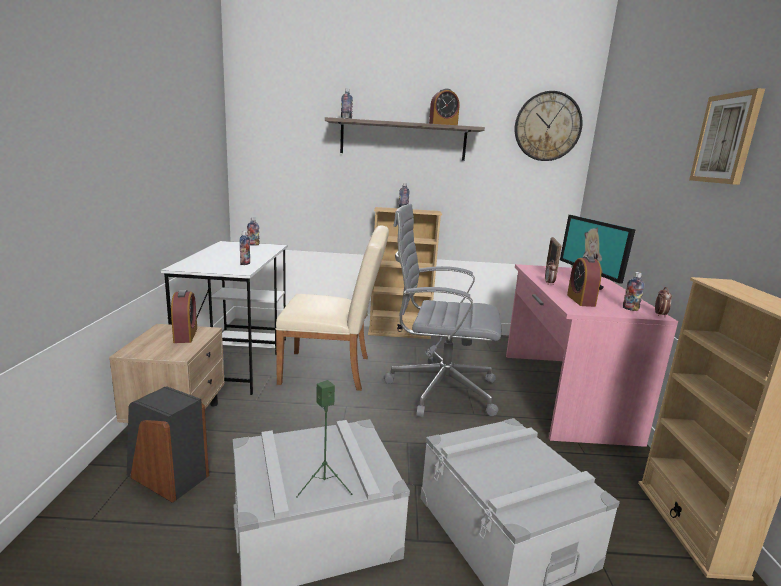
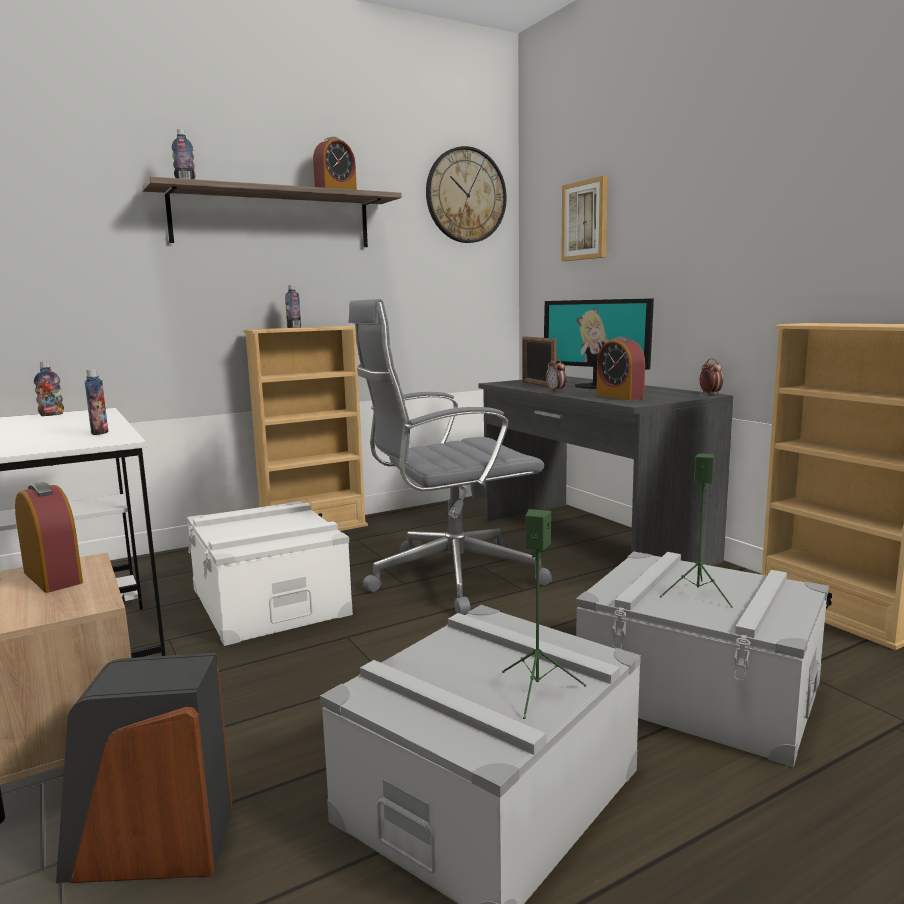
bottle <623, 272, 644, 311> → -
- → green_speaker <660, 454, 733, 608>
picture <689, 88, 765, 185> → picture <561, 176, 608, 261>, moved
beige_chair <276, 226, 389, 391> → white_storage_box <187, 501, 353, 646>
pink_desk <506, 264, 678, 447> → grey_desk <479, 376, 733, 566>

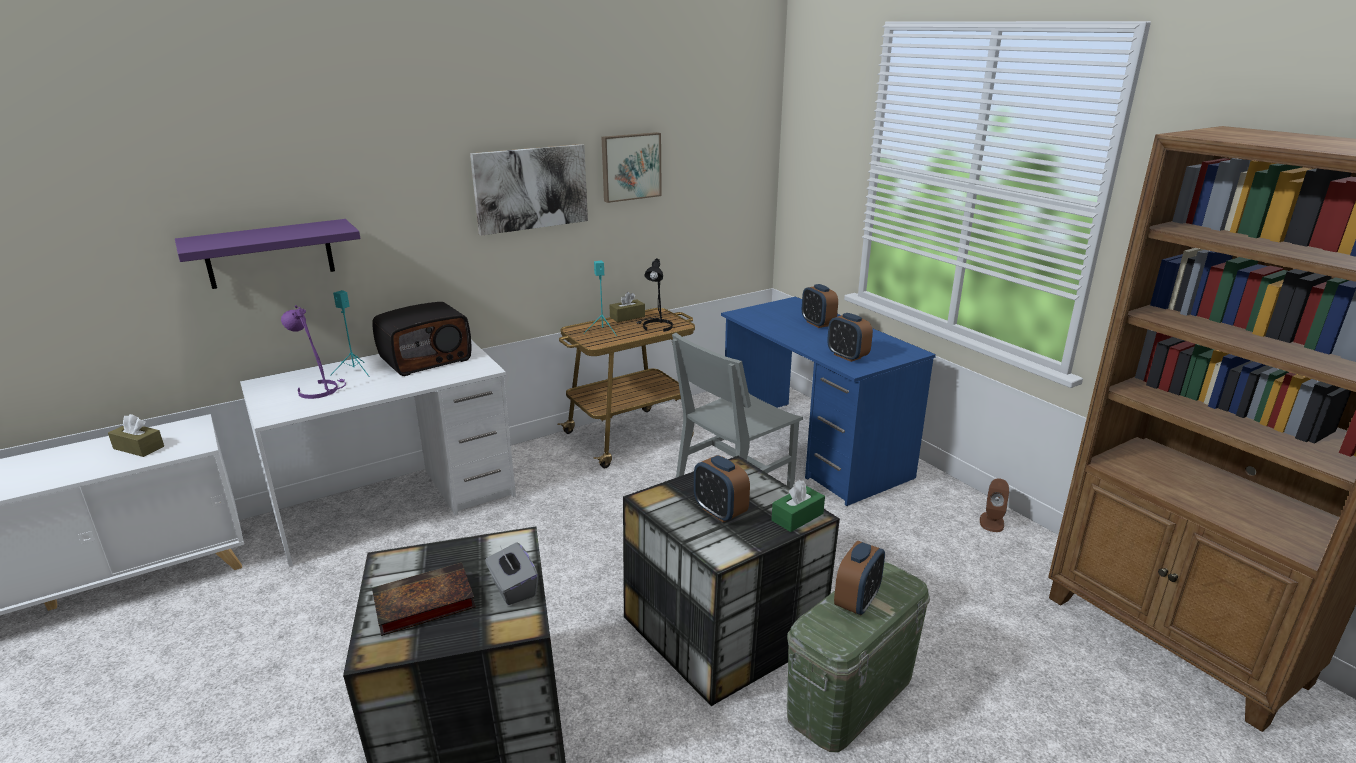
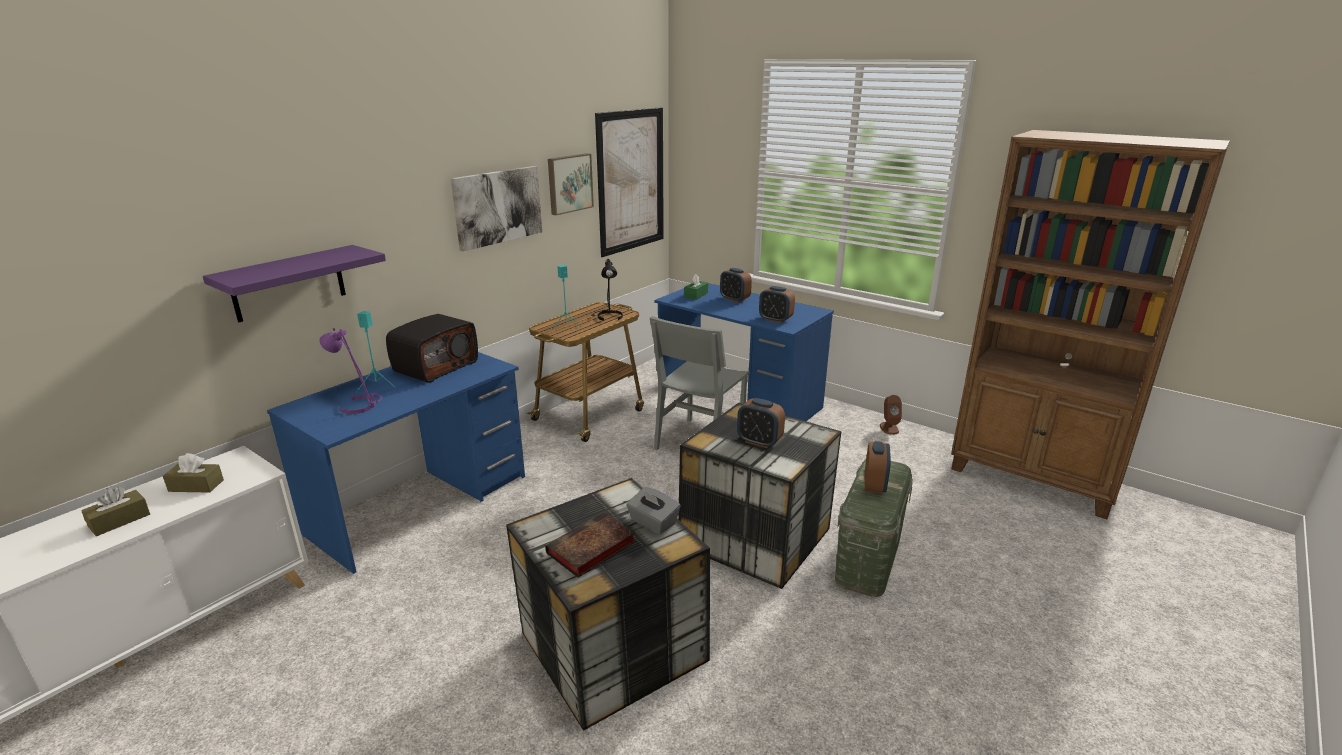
- → picture <595, 107, 664, 257>
brown_tissue_box <609, 292, 645, 322> → brown_tissue_box <81, 487, 150, 536>, moved
green_tissue_box <771, 480, 825, 532> → green_tissue_box <684, 274, 708, 300>, moved
white_desk <240, 340, 516, 567> → blue_desk <267, 352, 525, 574>

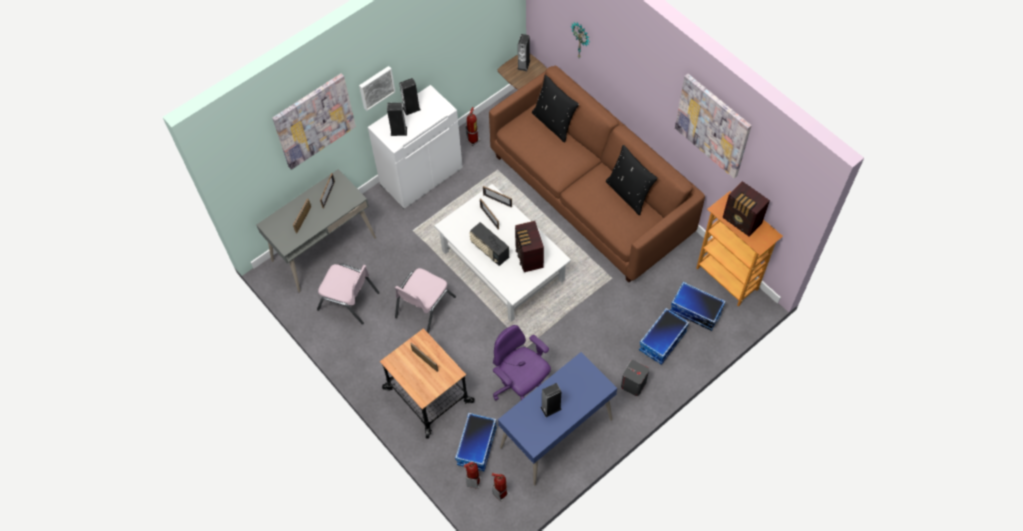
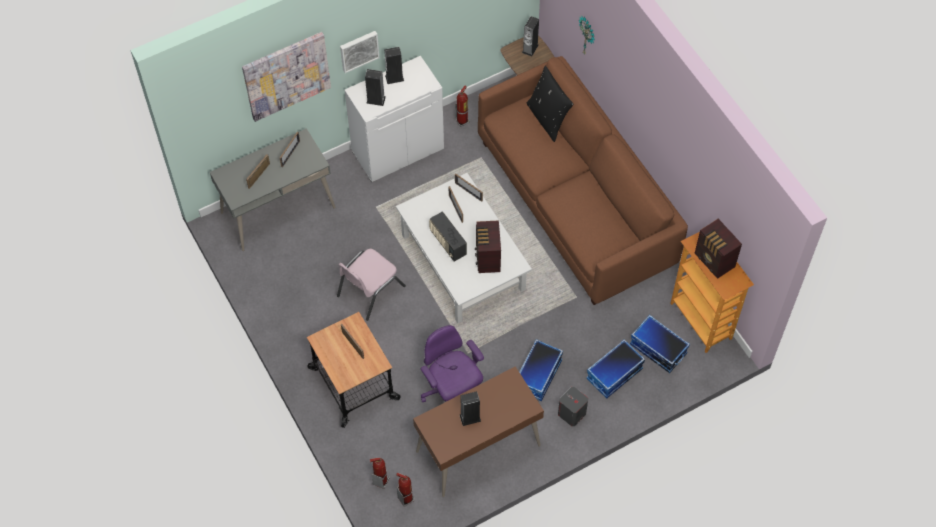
pink_chair <317, 263, 380, 325> → -
black_pillow <606, 145, 658, 215> → -
picture <675, 74, 752, 178> → -
storage_box <455, 413, 497, 471> → storage_box <519, 339, 563, 401>, moved
blue_desk <498, 352, 617, 486> → brown_desk <413, 366, 544, 497>

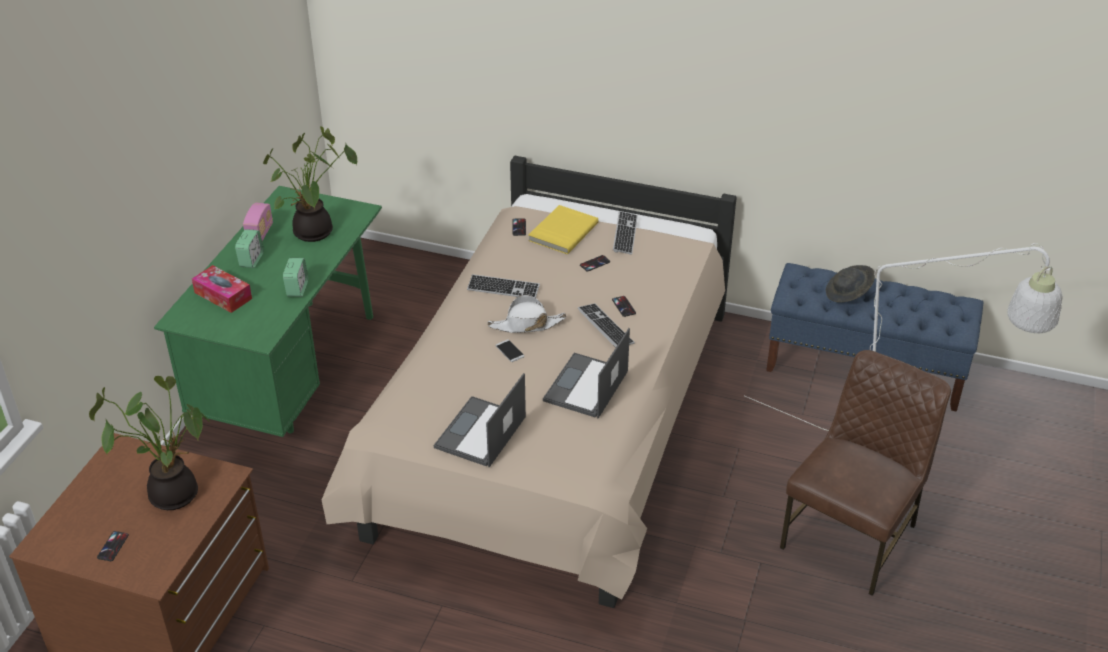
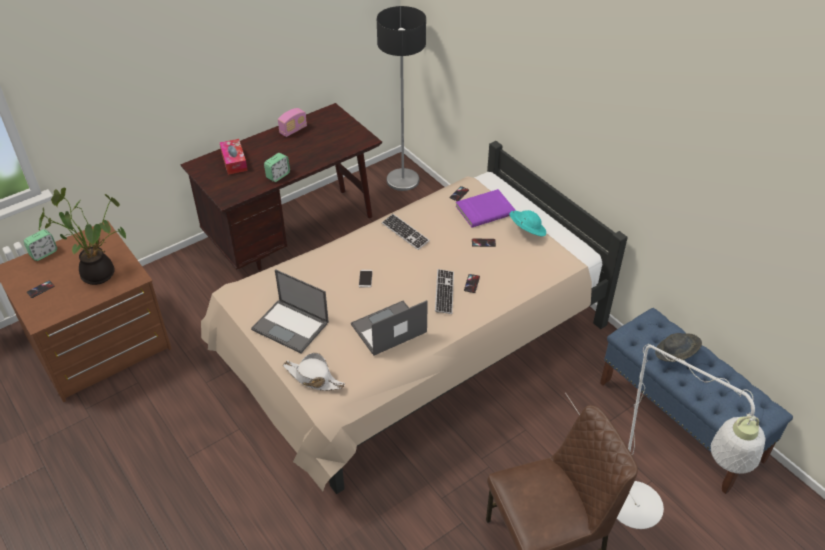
potted_plant <263, 126, 357, 242> → -
- → floor_lamp <377, 6, 426, 191>
alarm_clock <235, 229, 264, 268> → alarm_clock <24, 229, 57, 261>, moved
white_hat <488, 295, 566, 333> → white_hat <283, 353, 345, 391>, moved
keyboard <613, 211, 638, 255> → turquoise_hat <509, 210, 546, 237>
green_desk <154, 186, 382, 437> → brown_desk <180, 103, 382, 270>
yellow_book <528, 205, 599, 254> → purple_book <456, 189, 516, 228>
laptop <434, 373, 526, 467> → laptop <251, 269, 329, 353>, 120 degrees counterclockwise

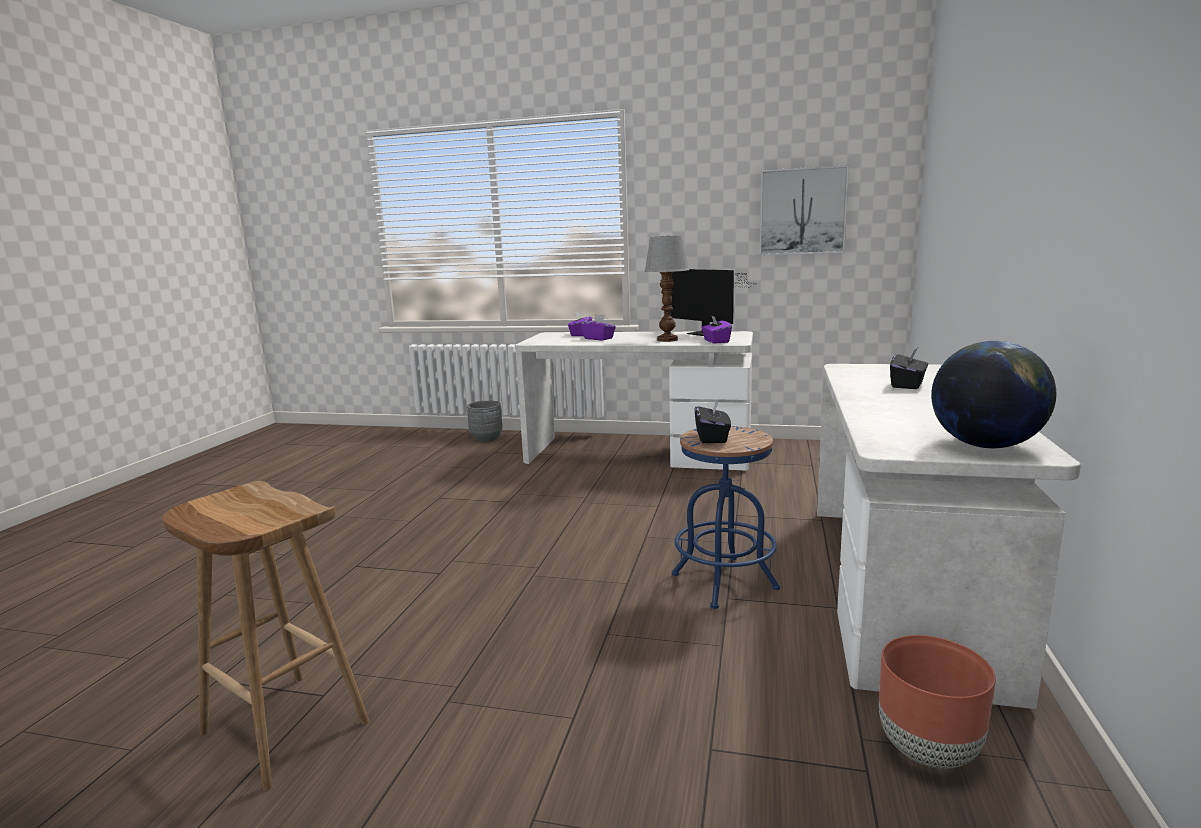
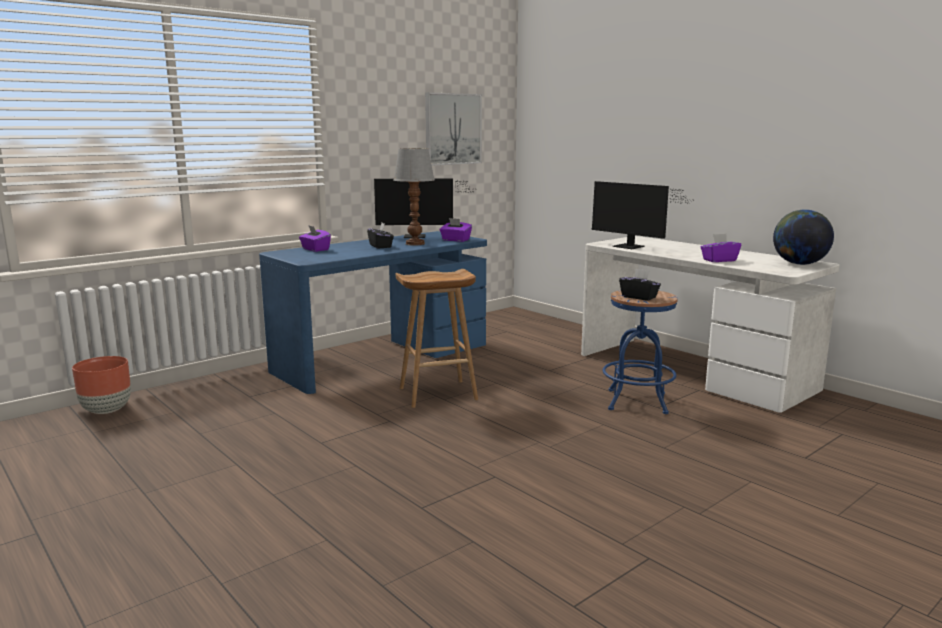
grey_planter <467, 401, 503, 441> → -
- → monitor <592, 181, 693, 249>
brown_stool <162, 481, 369, 791> → brown_stool <396, 269, 478, 408>, moved
purple_tissue_box <581, 314, 616, 340> → purple_tissue_box <701, 234, 741, 262>, moved
brown_planter <879, 635, 996, 769> → brown_planter <72, 356, 131, 414>, moved
black_tissue_box <890, 348, 928, 389> → black_tissue_box <367, 223, 394, 249>, moved
white_desk <515, 331, 753, 471> → blue_desk <259, 231, 487, 394>

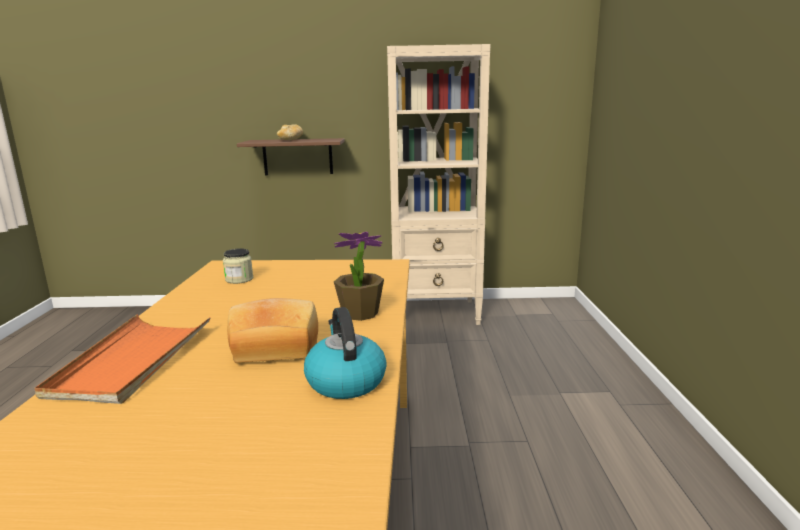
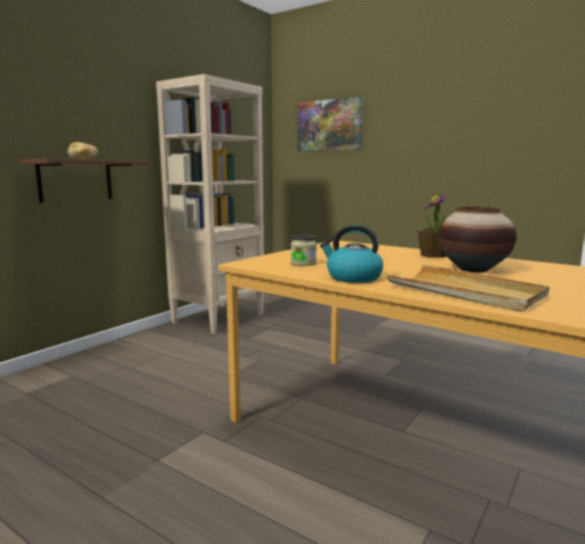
- → picture <298, 97, 363, 151>
kettle <304, 307, 387, 399> → kettle <320, 225, 383, 283>, moved
bread <227, 298, 318, 363> → vase <438, 207, 517, 273>
orange_tray <34, 314, 211, 404> → beige_tray <387, 265, 549, 312>

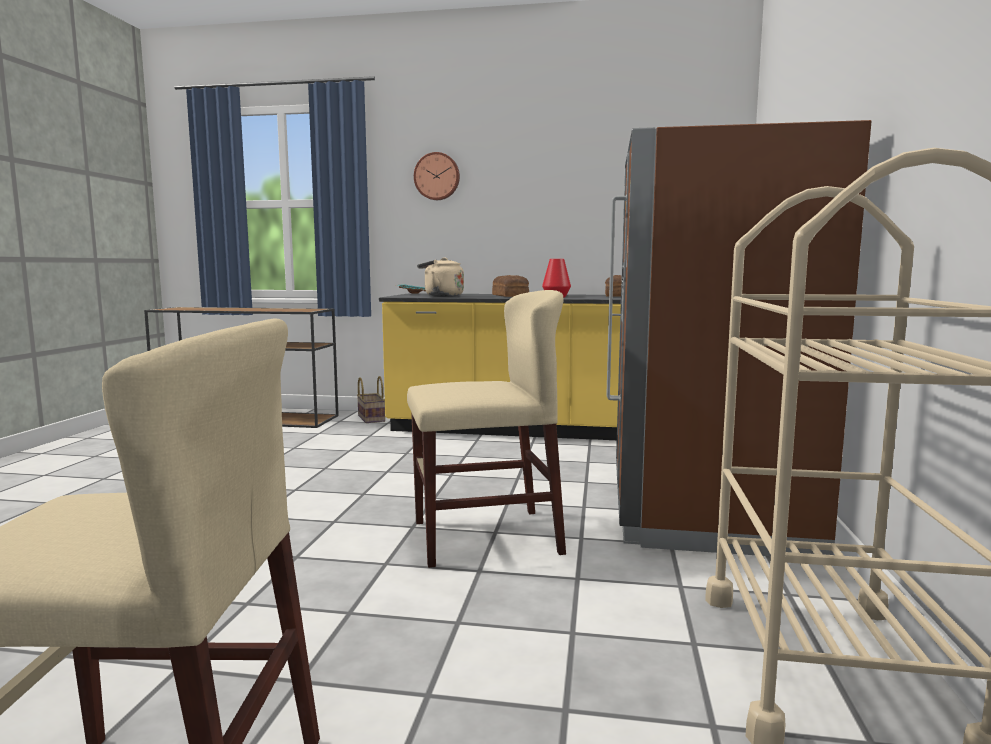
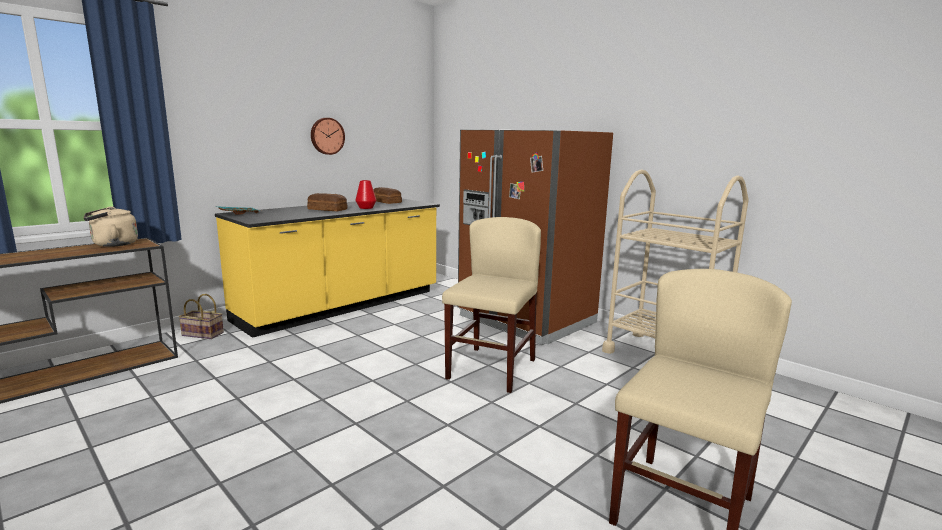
wall_clock <414, 152, 460, 200> → wall_clock <311, 118, 345, 155>, moved
beige_kettle <417, 257, 464, 297> → beige_kettle <84, 206, 138, 247>, moved

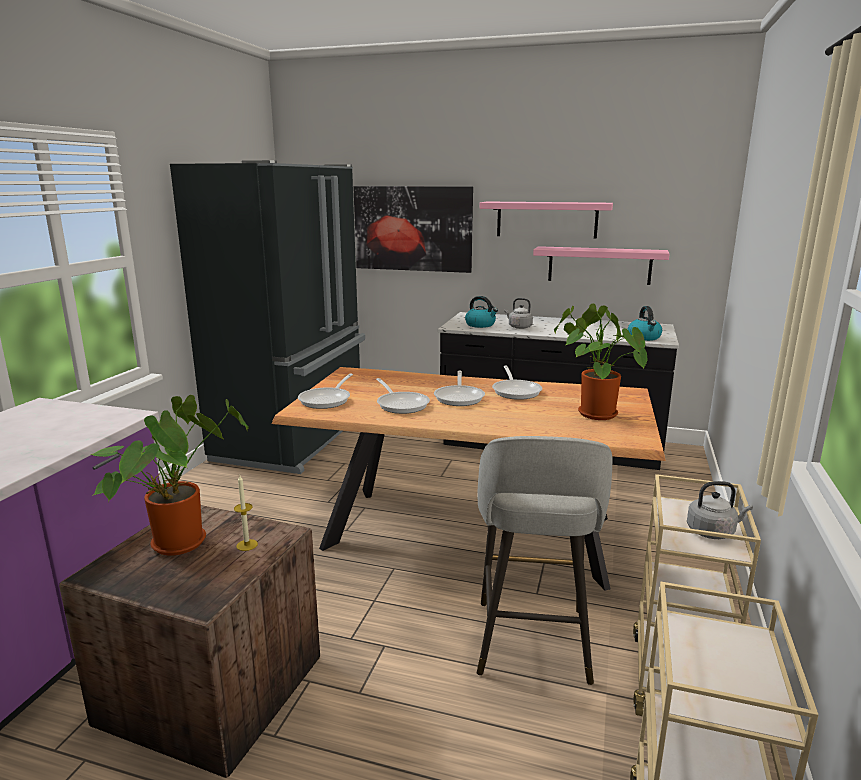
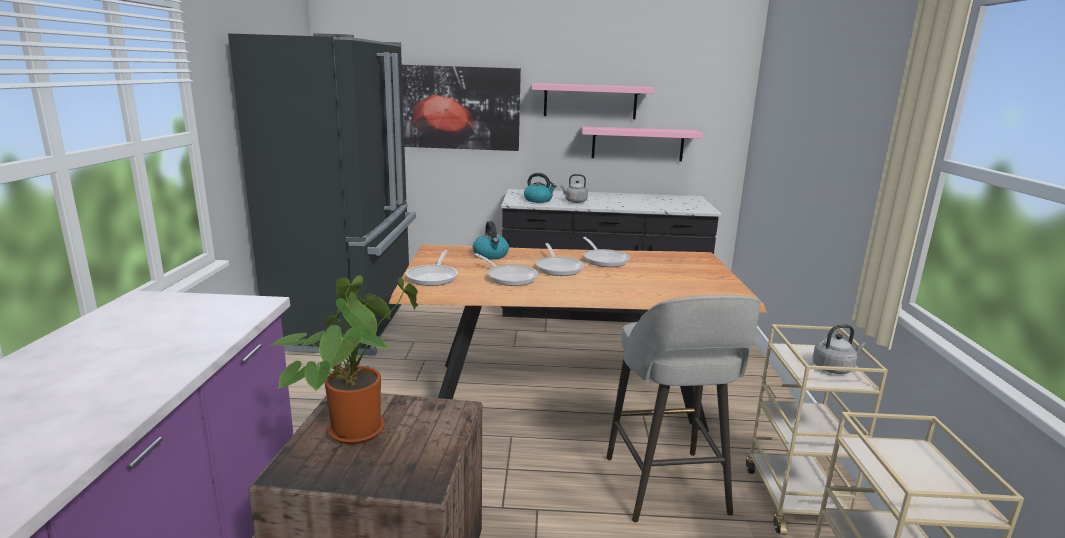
candle <234, 476, 258, 551> → -
potted_plant <554, 303, 648, 420> → -
kettle <628, 306, 662, 341> → kettle <473, 221, 509, 259>, moved

